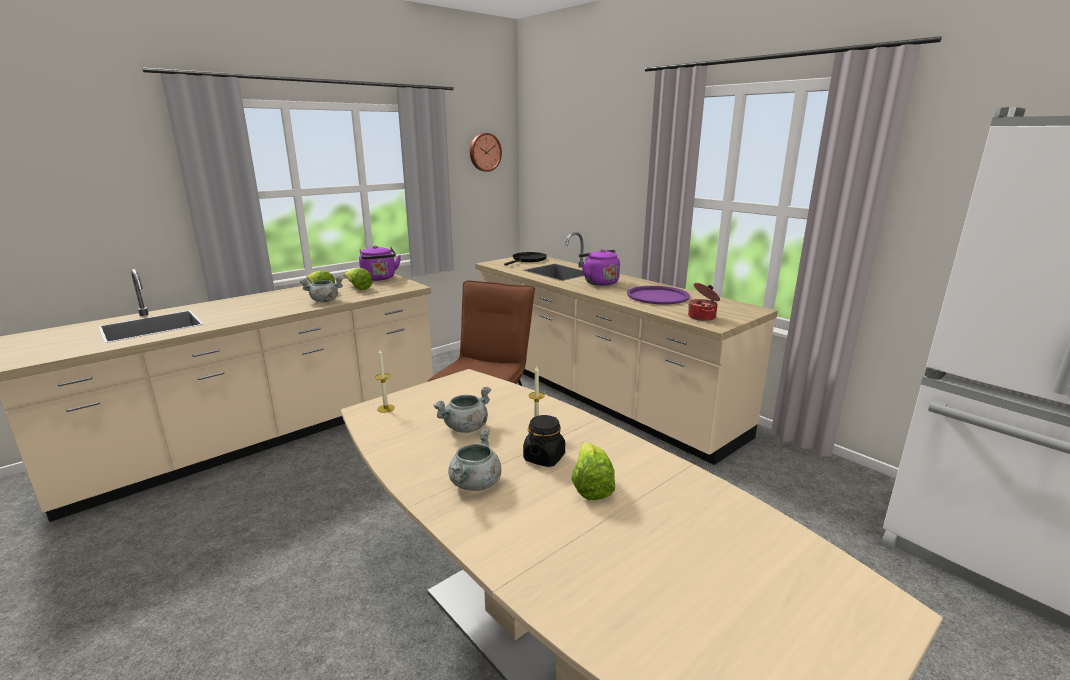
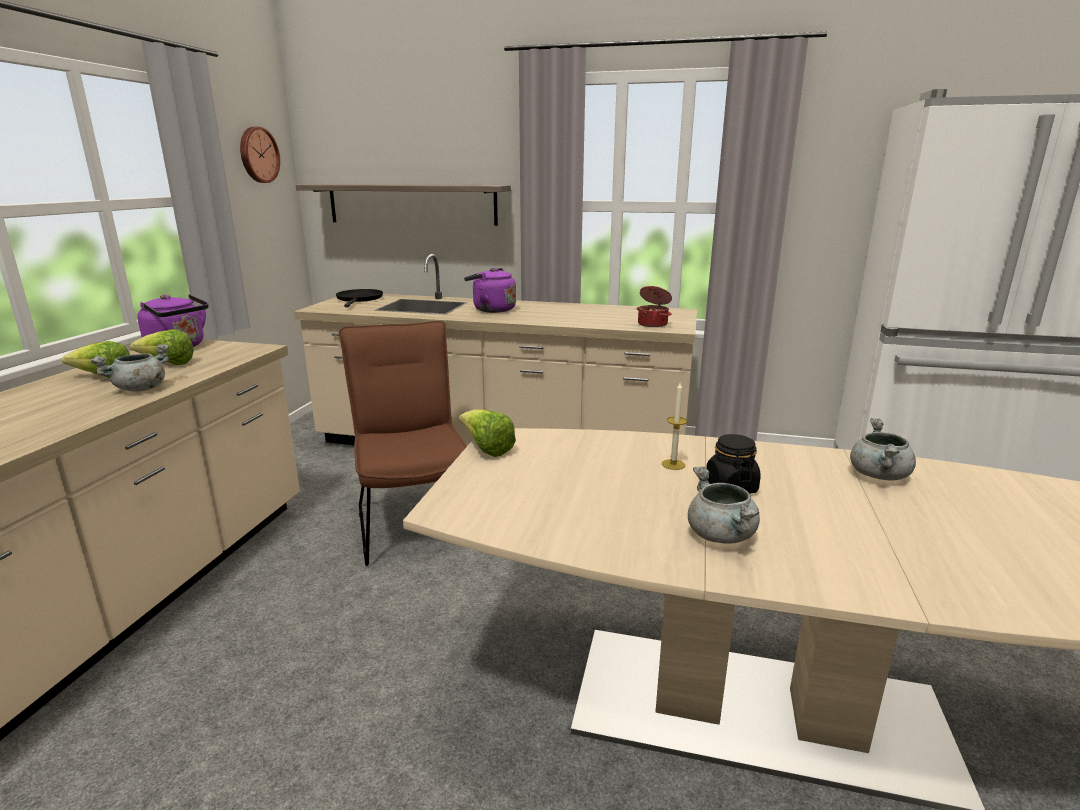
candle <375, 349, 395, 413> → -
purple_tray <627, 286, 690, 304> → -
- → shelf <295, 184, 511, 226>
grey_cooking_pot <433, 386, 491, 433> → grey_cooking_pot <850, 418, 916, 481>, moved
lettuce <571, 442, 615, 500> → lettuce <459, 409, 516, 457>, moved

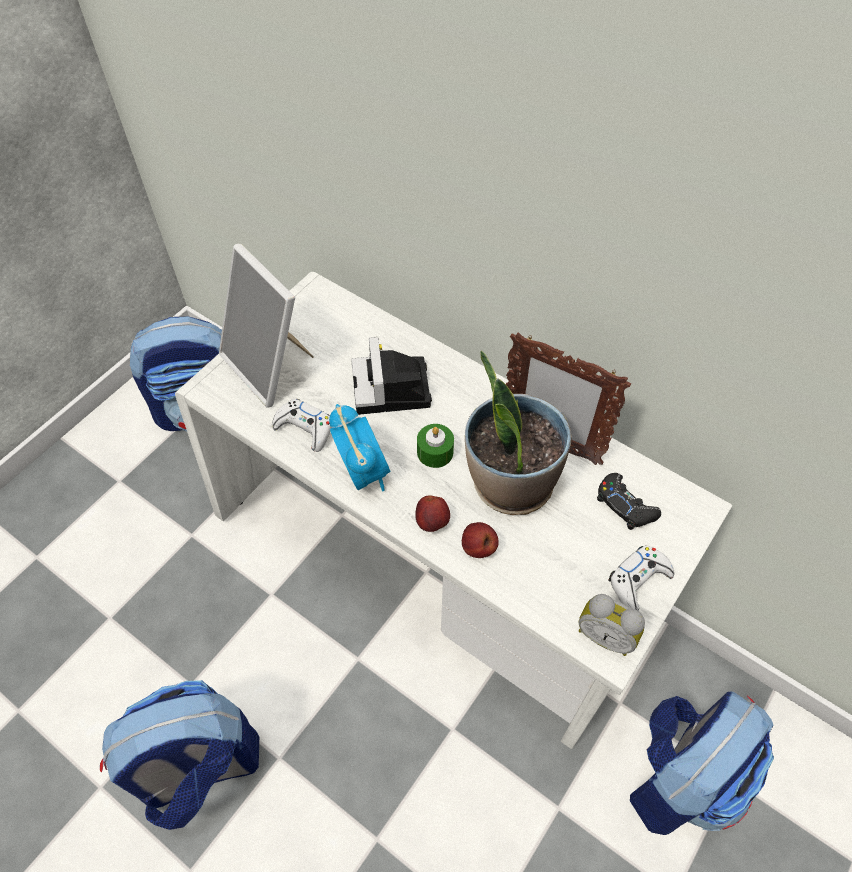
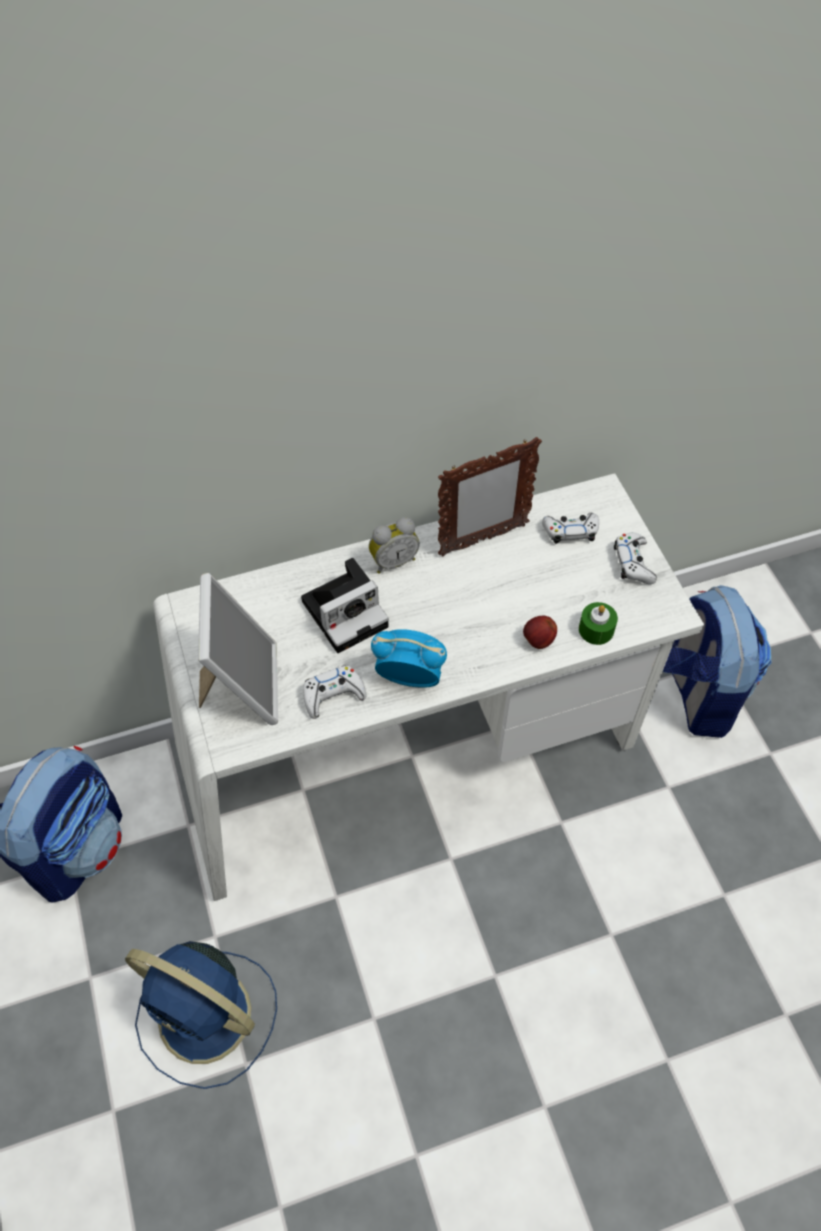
backpack <100, 680, 259, 830> → -
apple <415, 495, 450, 532> → -
potted_plant <465, 350, 572, 515> → -
- → blue_fan <125, 941, 277, 1089>
green_candle <417, 424, 454, 468> → green_candle <579, 602, 618, 645>, moved
alarm_clock <578, 594, 645, 656> → alarm_clock <369, 517, 420, 574>, moved
black_game_controller <597, 473, 661, 530> → white_game_controller <542, 513, 599, 544>
picture_frame <219, 244, 314, 408> → picture_frame <198, 573, 278, 725>, 90 degrees counterclockwise
photo_camera <351, 337, 432, 415> → photo_camera <301, 558, 389, 653>, 60 degrees counterclockwise

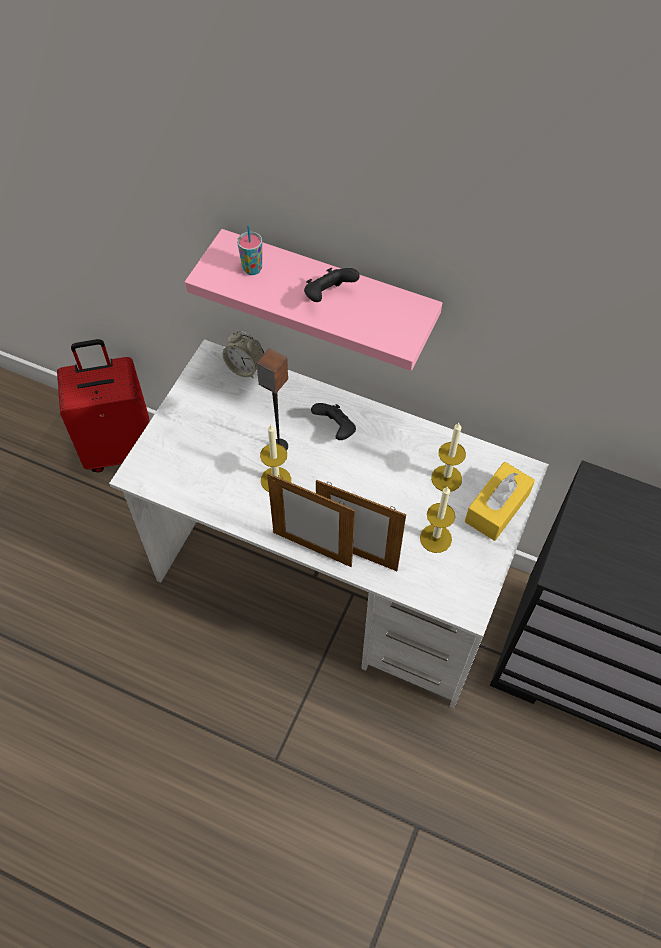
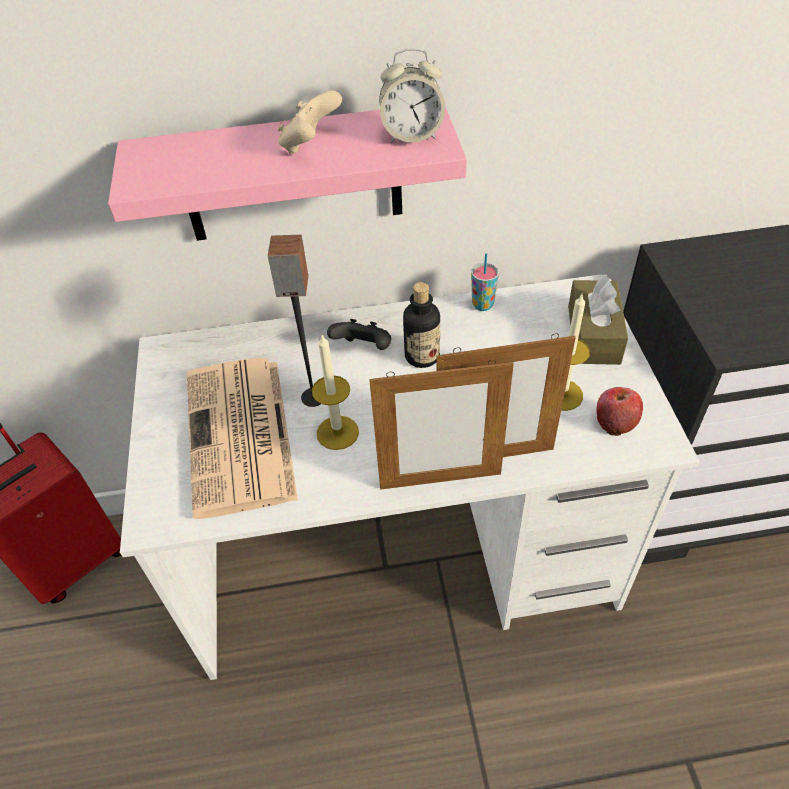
candle <431, 423, 466, 492> → -
- → newspaper <187, 358, 298, 519>
- → bottle <403, 282, 440, 368>
- → apple <596, 387, 643, 436>
alarm_clock <223, 331, 264, 378> → alarm_clock <379, 48, 445, 143>, moved
cup <237, 225, 262, 275> → cup <471, 253, 499, 311>, moved
black_game_controller <304, 268, 360, 302> → beige_game_controller <278, 90, 342, 155>
yellow_tissue_box <465, 462, 535, 541> → brown_tissue_box <568, 274, 628, 365>

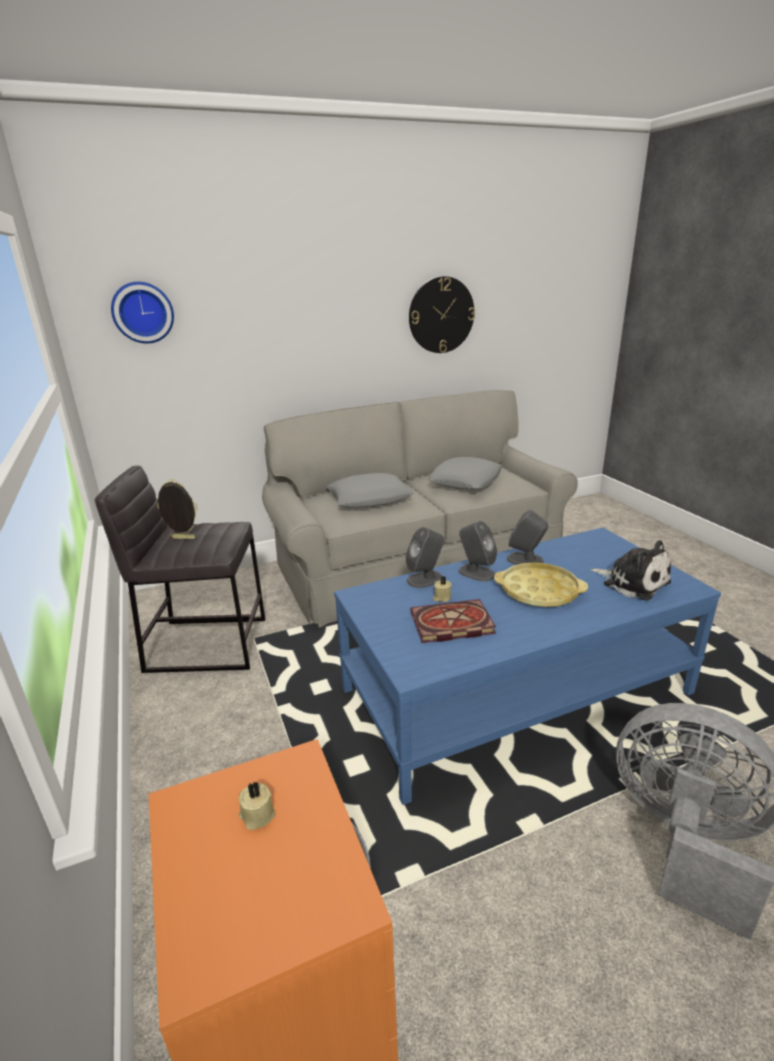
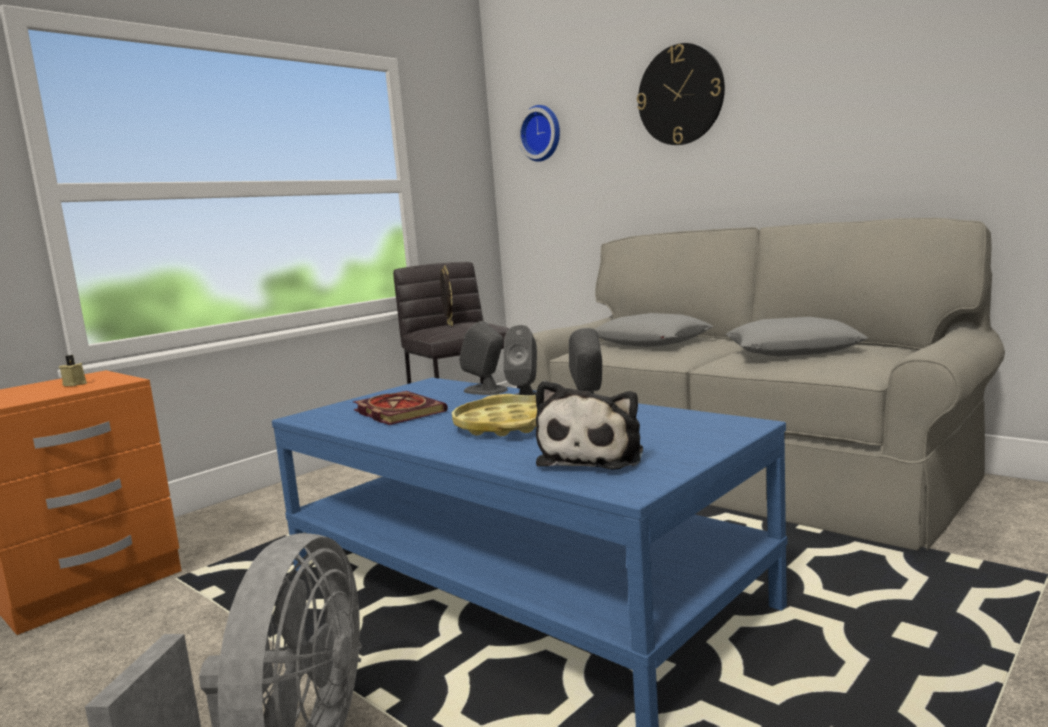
beige_candle <433, 576, 452, 602> → -
wall_clock <409, 276, 475, 353> → wall_clock <637, 43, 725, 145>, moved

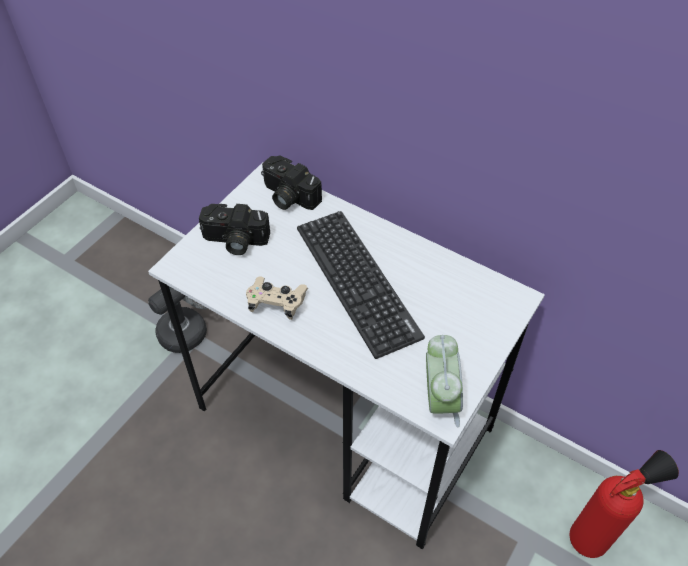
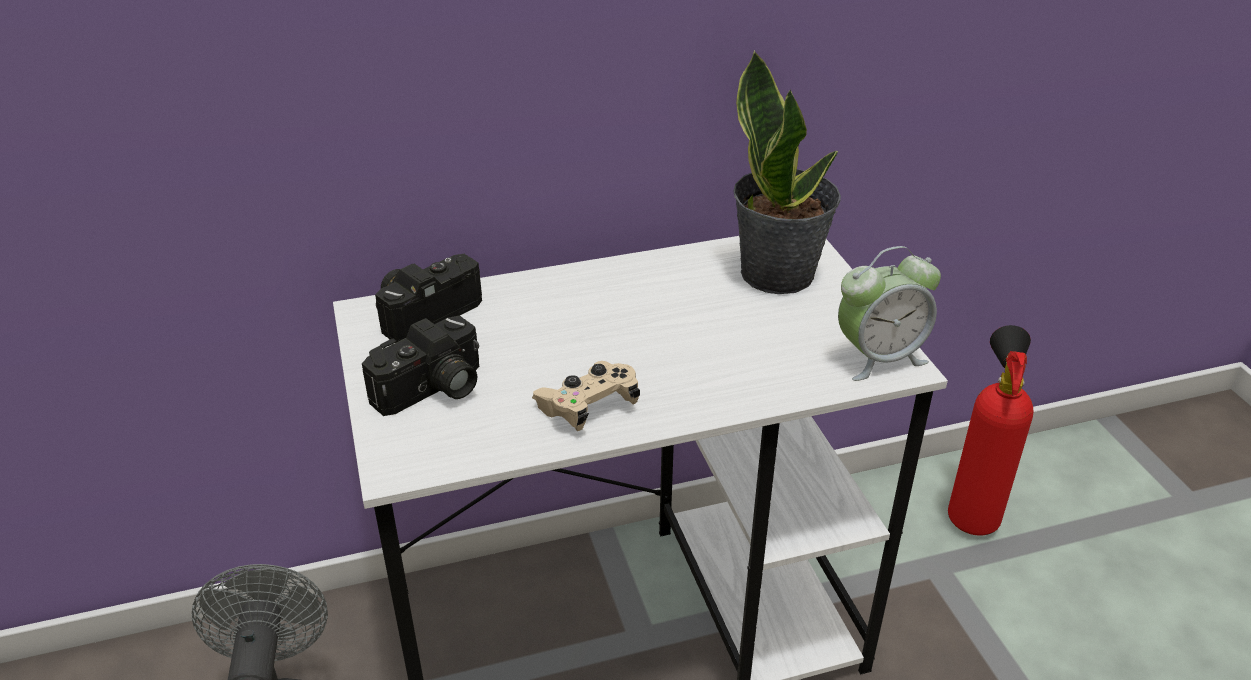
keyboard <297, 211, 425, 359> → -
- → potted_plant <734, 50, 841, 294>
photo_camera <261, 156, 322, 210> → photo_camera <375, 254, 482, 343>, 150 degrees clockwise
alarm_clock <426, 335, 463, 427> → alarm_clock <838, 246, 941, 381>, 120 degrees clockwise

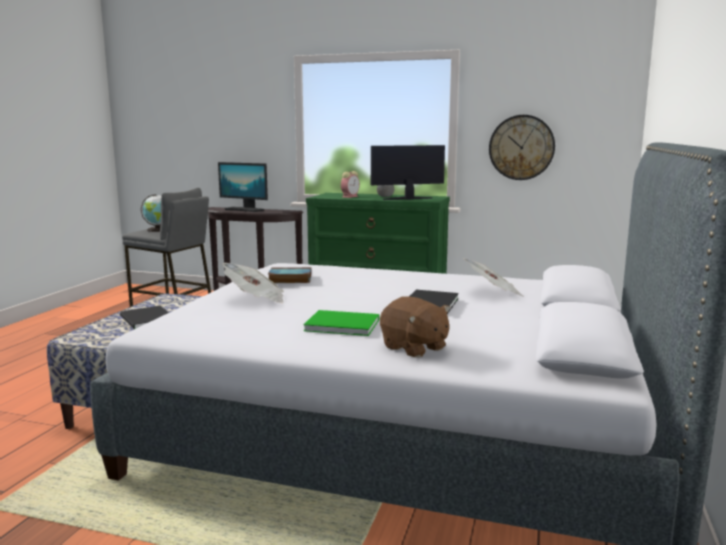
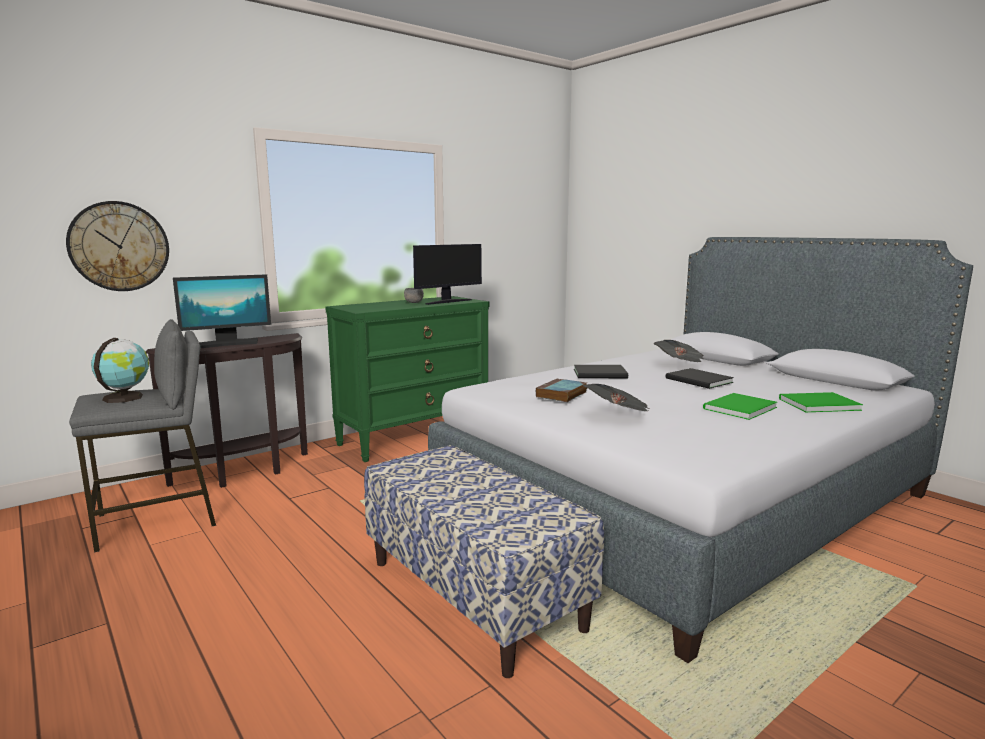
alarm_clock <341, 171, 360, 198> → -
black_book <120, 306, 169, 329> → black_book <574, 365, 628, 378>, moved
wall_clock <489, 115, 555, 180> → wall_clock <66, 201, 169, 291>, moved
brown_plush_toy <380, 297, 450, 358> → green_book <779, 392, 863, 412>
monitor <371, 145, 445, 200> → monitor <413, 244, 482, 305>, 150 degrees counterclockwise

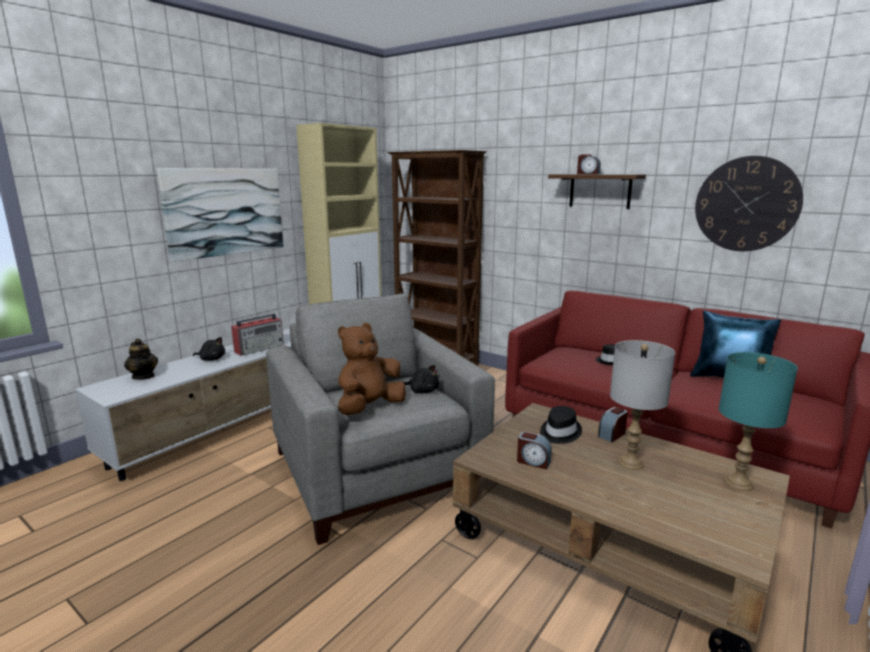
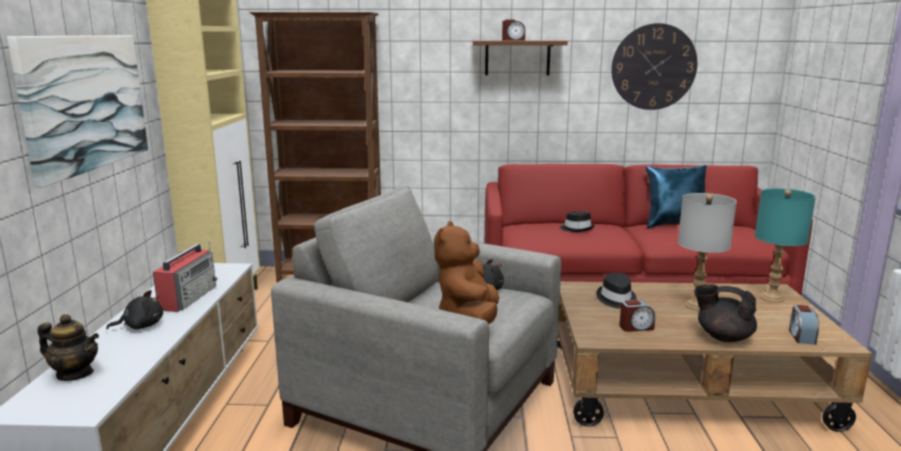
- → black_teapot <695, 284, 757, 342>
alarm_clock <598, 407, 628, 442> → alarm_clock <789, 305, 819, 345>, moved

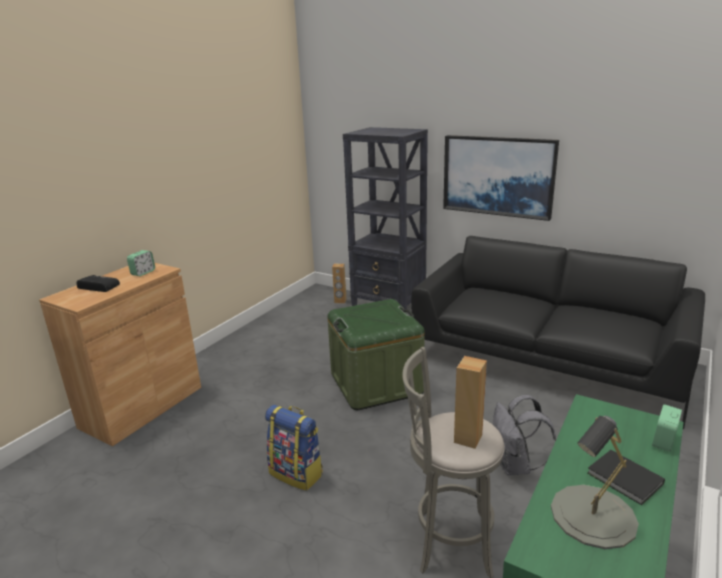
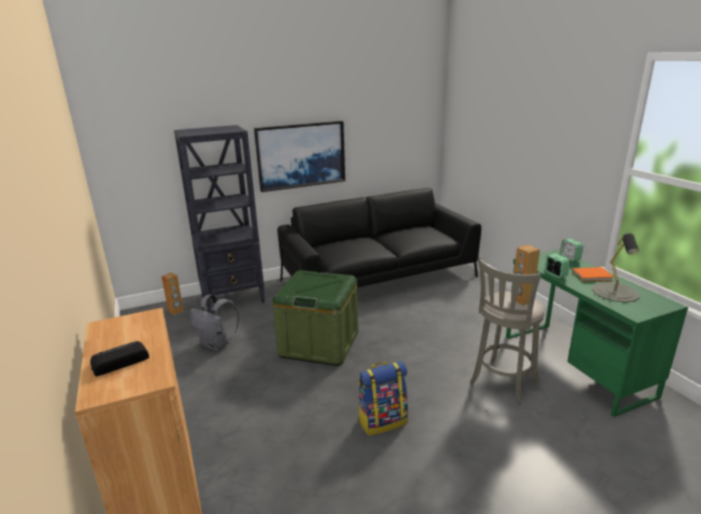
alarm_clock <127, 250, 155, 276> → alarm_clock <545, 254, 570, 278>, moved
grey_backpack <493, 395, 556, 475> → grey_backpack <190, 295, 239, 351>, moved
black_book <587, 450, 665, 505> → orange_book <572, 267, 614, 282>

